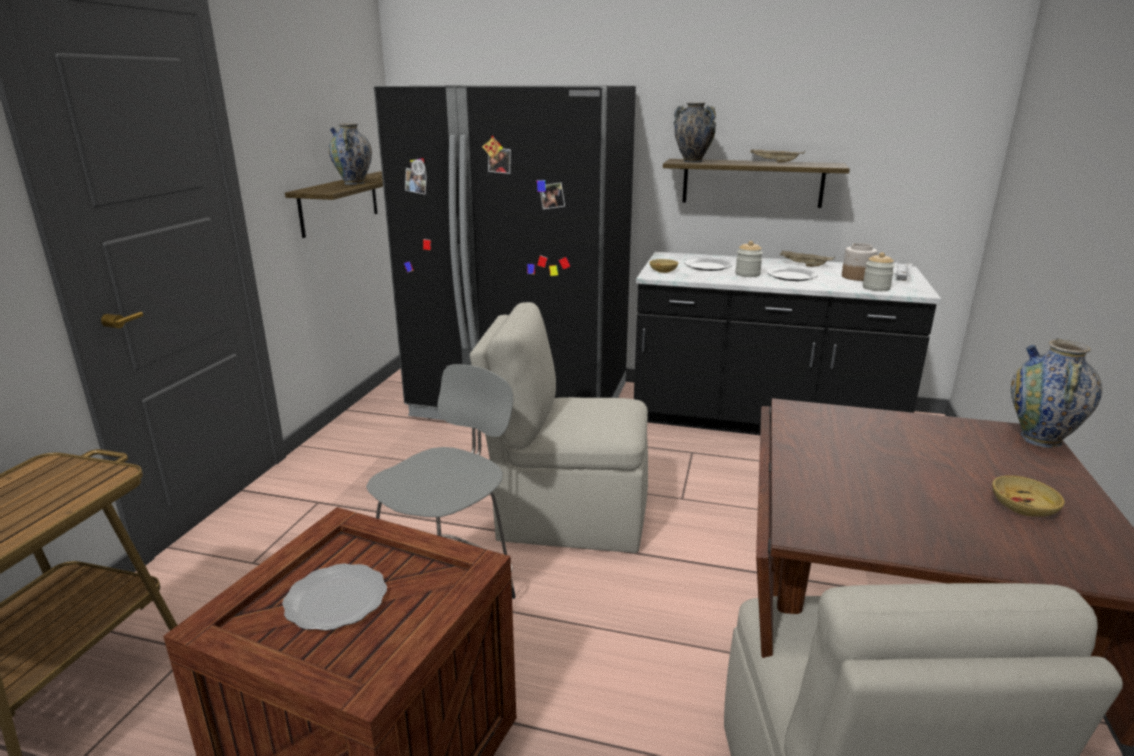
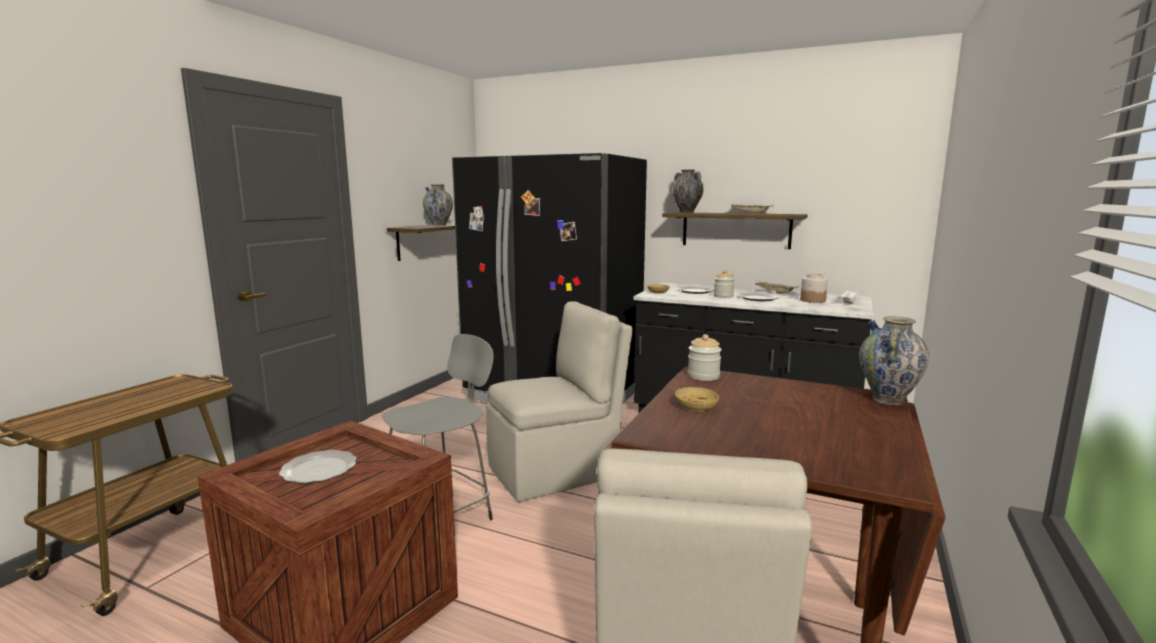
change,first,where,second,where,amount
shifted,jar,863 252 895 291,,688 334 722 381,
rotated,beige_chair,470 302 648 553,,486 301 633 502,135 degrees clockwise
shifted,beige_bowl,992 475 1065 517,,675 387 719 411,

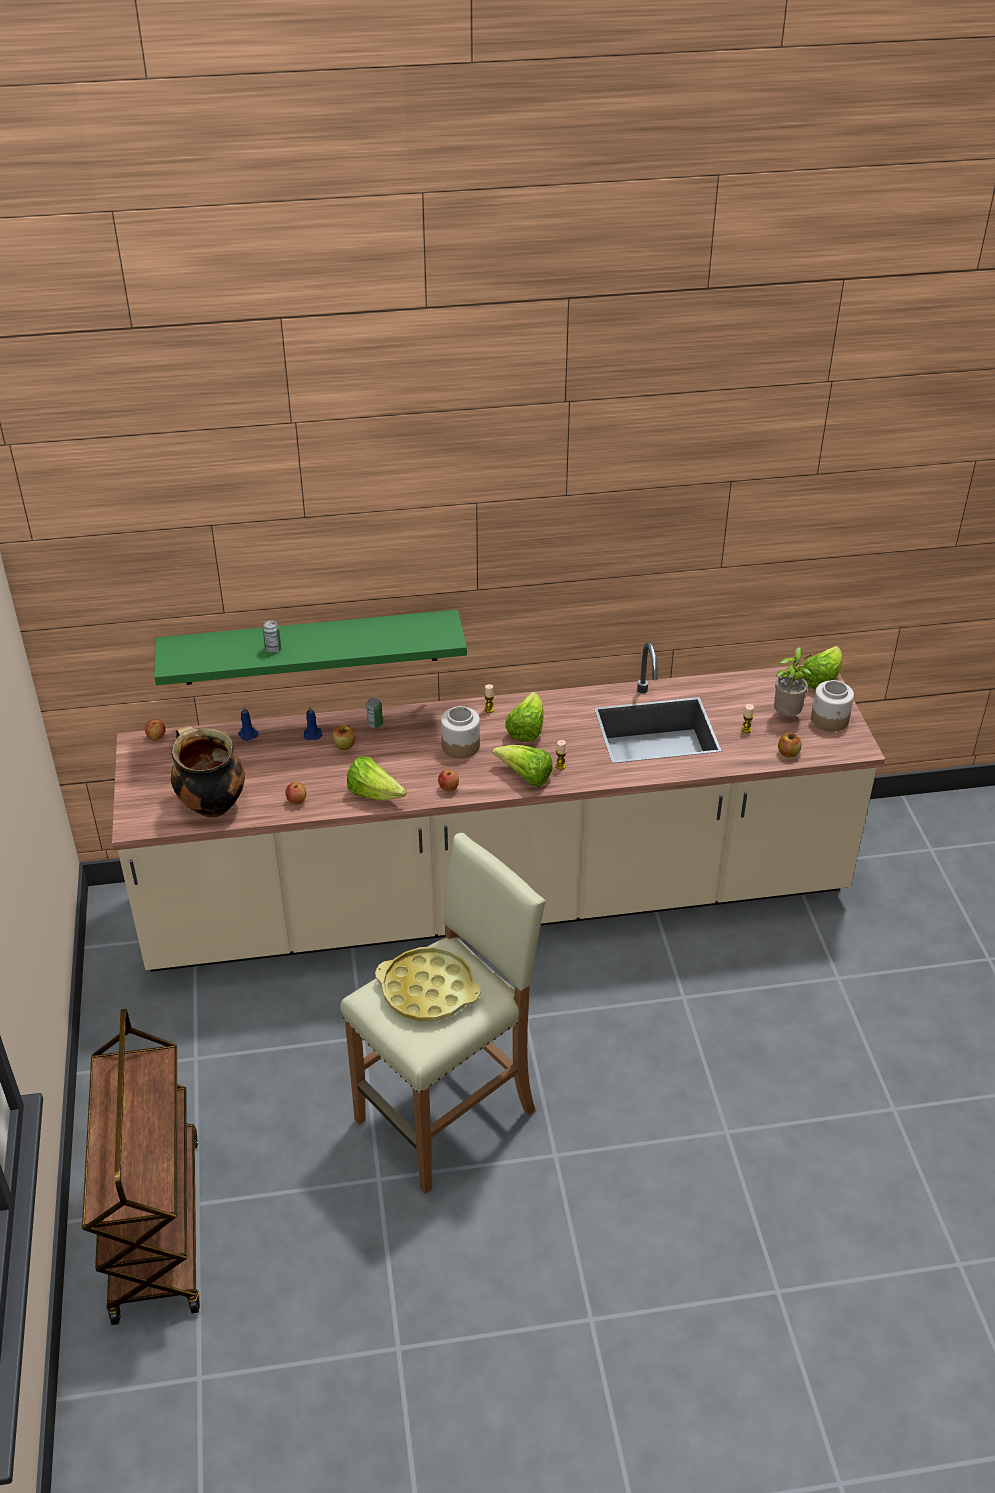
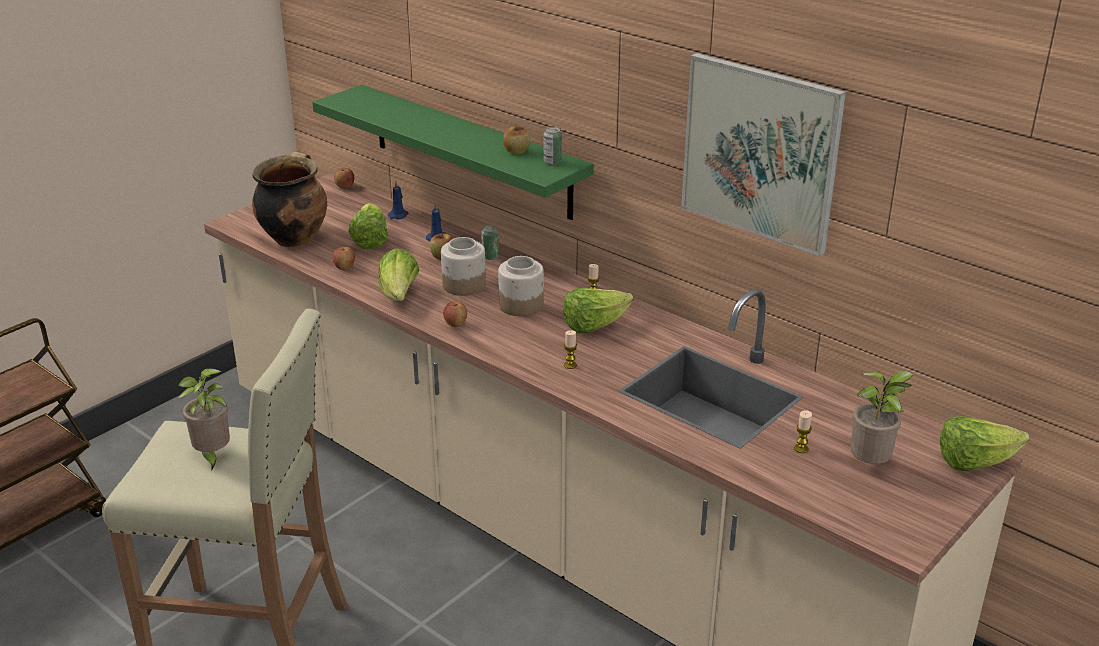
change,first,where,second,where,amount
shifted,can,262 620 281 653,,543 127 562 165,
shifted,jar,811 680 854 732,,441 237 486 296,
shifted,apple,778 733 802 758,,503 124 530 154,
shifted,lettuce,493 745 553 787,,349 203 388 249,
swapped,yellow_tray,375 947 481 1021,potted_plant,177 368 230 469,
new,,,picture,681 53 846 256,

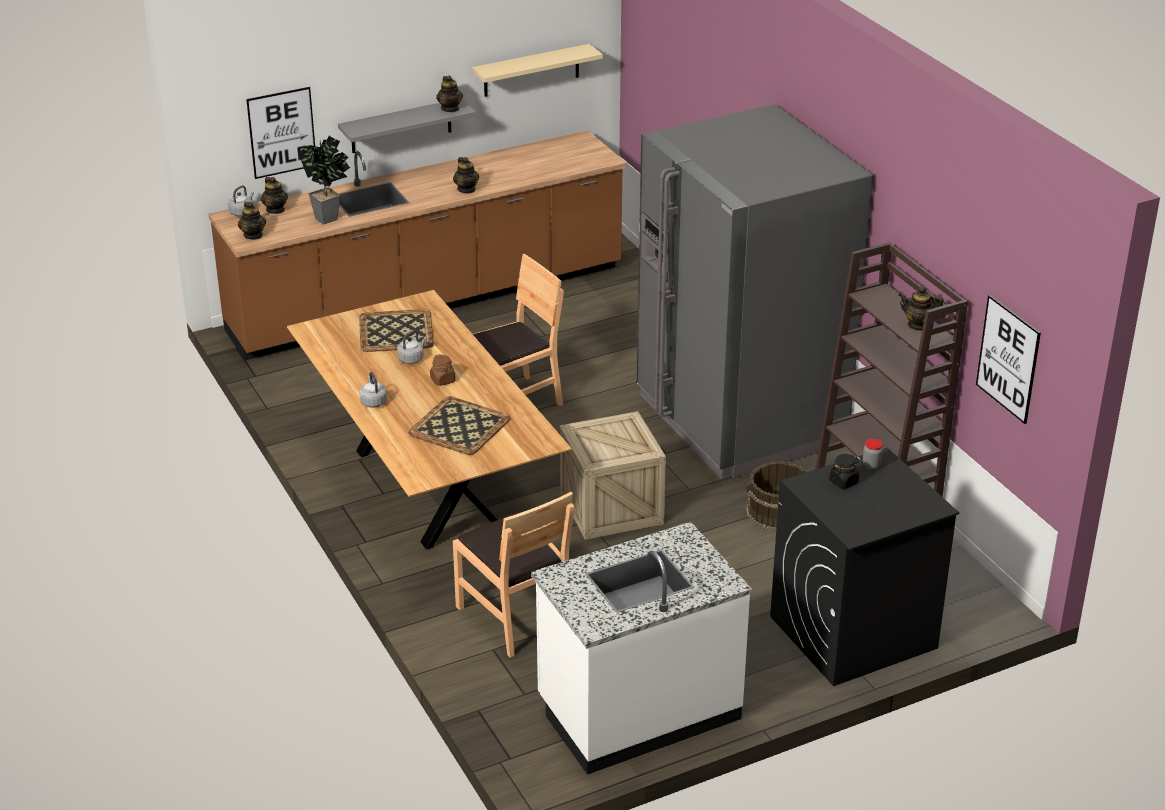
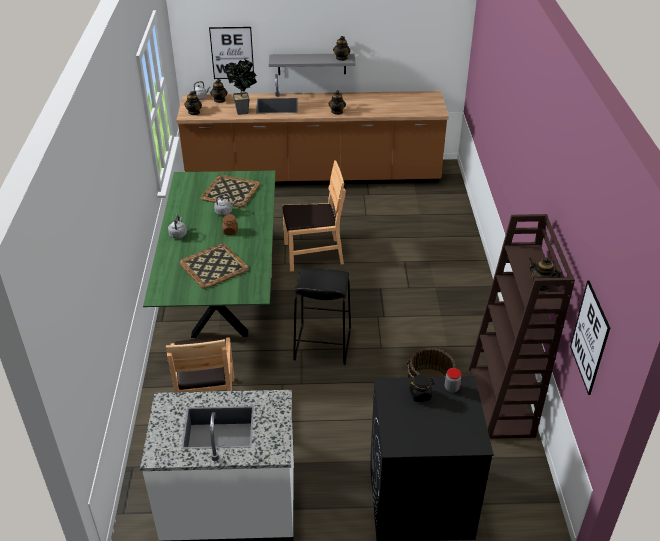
change,first,where,second,where,amount
gone,beige_shelf,472 44 603 97,,,
gone,grey_fridge,637 104 874 480,,,
repainted,brown_dining_table,287 290 572 550,green_dining_table,143 170 276 338,
swapped,crate,560 411 666 539,black_stool,293 268 351 365,

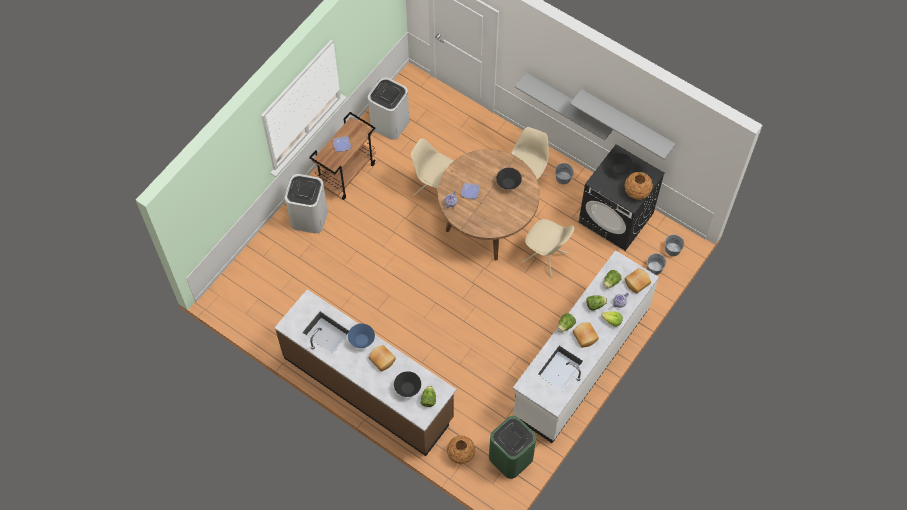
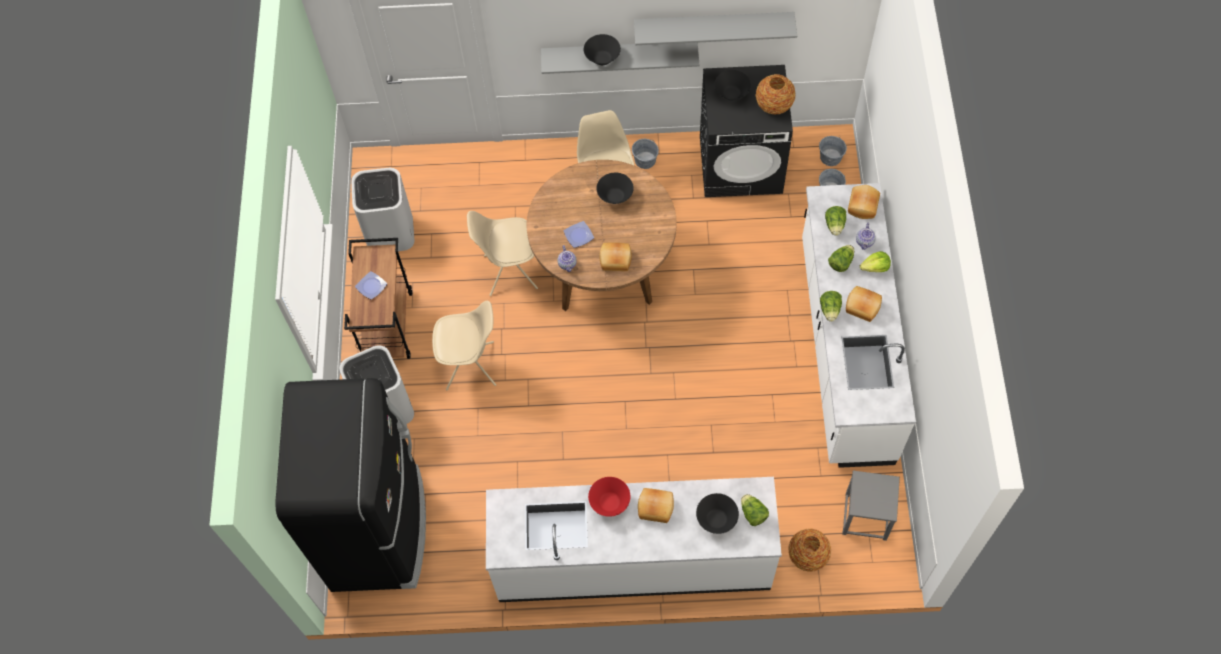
change,first,where,second,where,amount
shifted,beige_chair,523 219 574 278,,432 301 496 391,
repainted,brown_counter,275 289 456 456,white_counter,486 477 782 602,
repainted,blue_bowl,348 324 375 348,red_bowl,588 477 630 517,
swapped,green_trash_can,489 416 536 479,grey_stool,842 470 900 541,
new,,,black_bowl,584 34 621 65,
new,,,bread,599 242 632 271,
new,,,black_fridge,275 378 426 592,

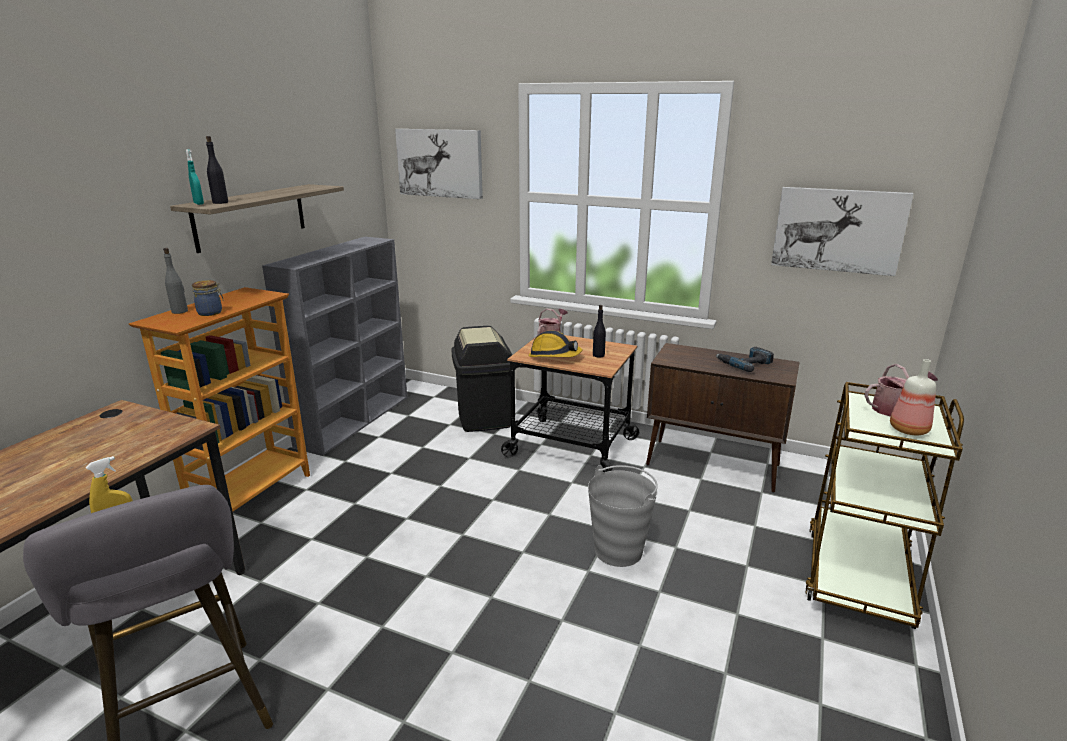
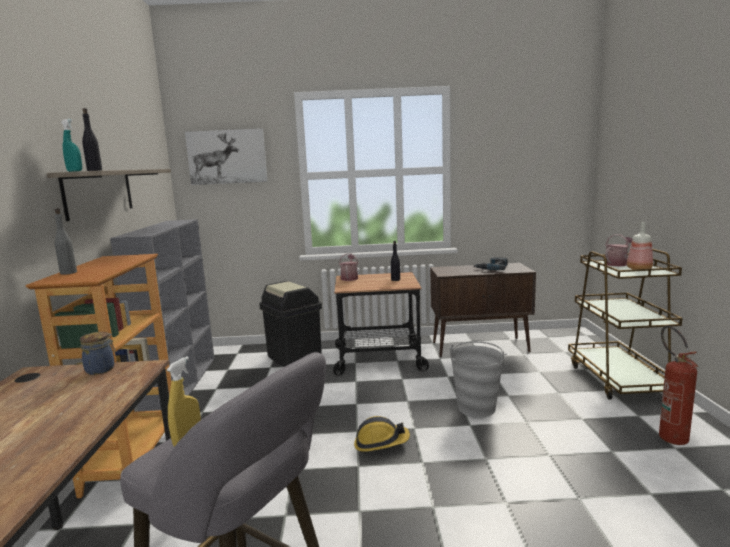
change,first,where,second,where,amount
gone,picture,771 187 914 276,,,
shifted,jar,192 280 223 316,,80 332 116 375,
shifted,hard_hat,528 330 583 357,,354 416 410 452,
new,,,fire_extinguisher,659 326 698 445,

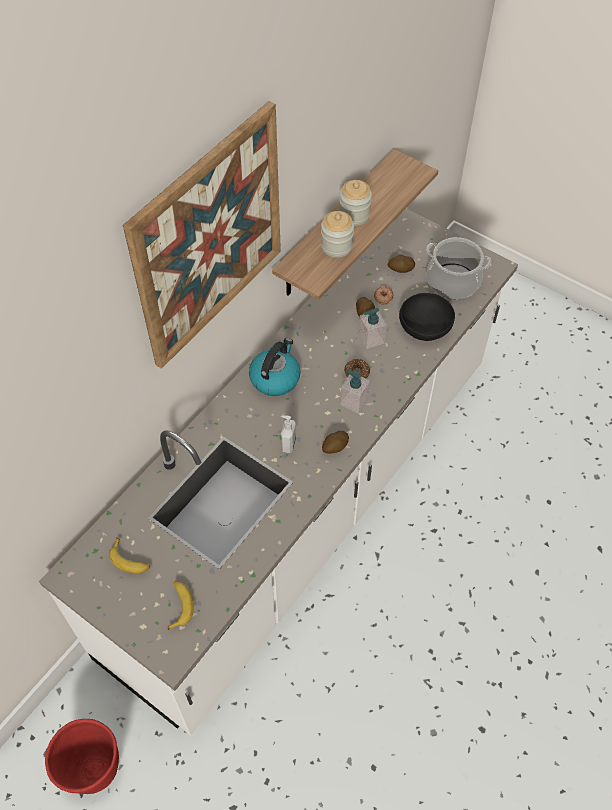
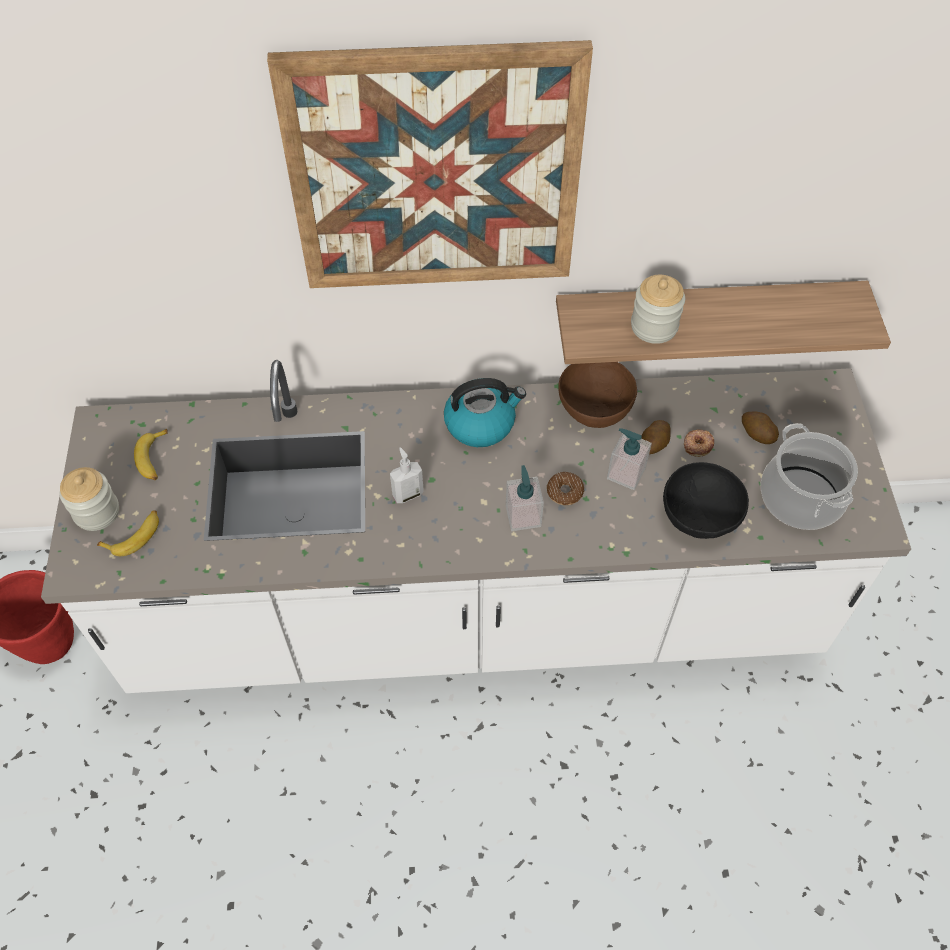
change,first,where,second,where,amount
shifted,jar,339 180 372 226,,60 467 119 531,
gone,potato,322 431 349 454,,,
new,,,brown_bowl,558 362 637 428,

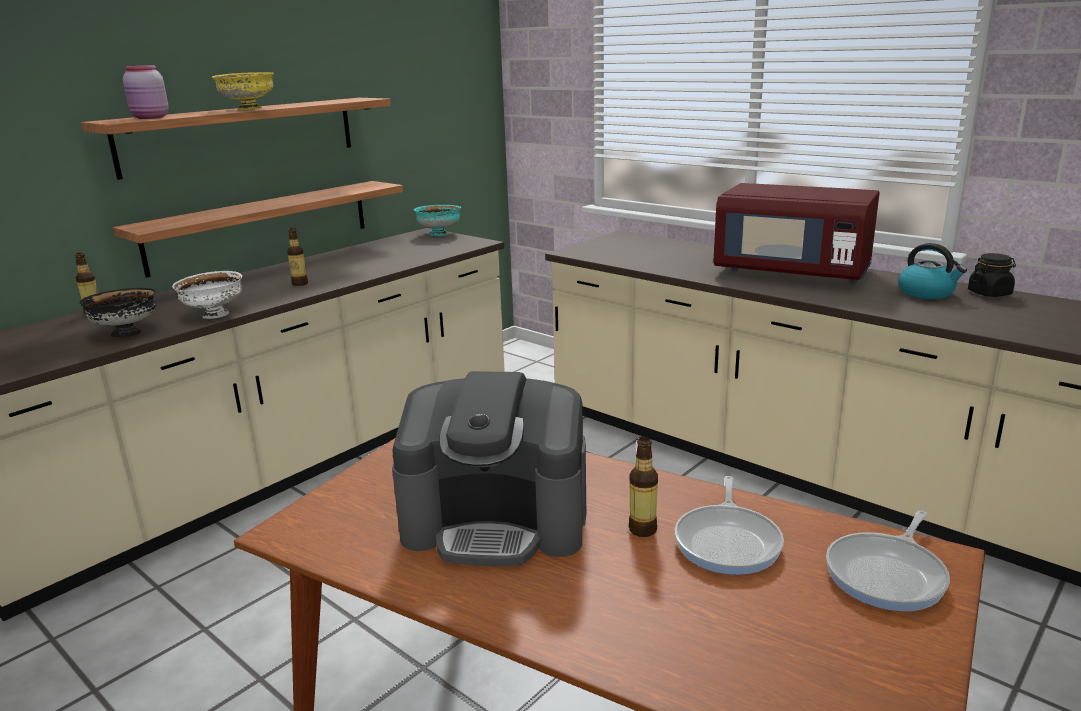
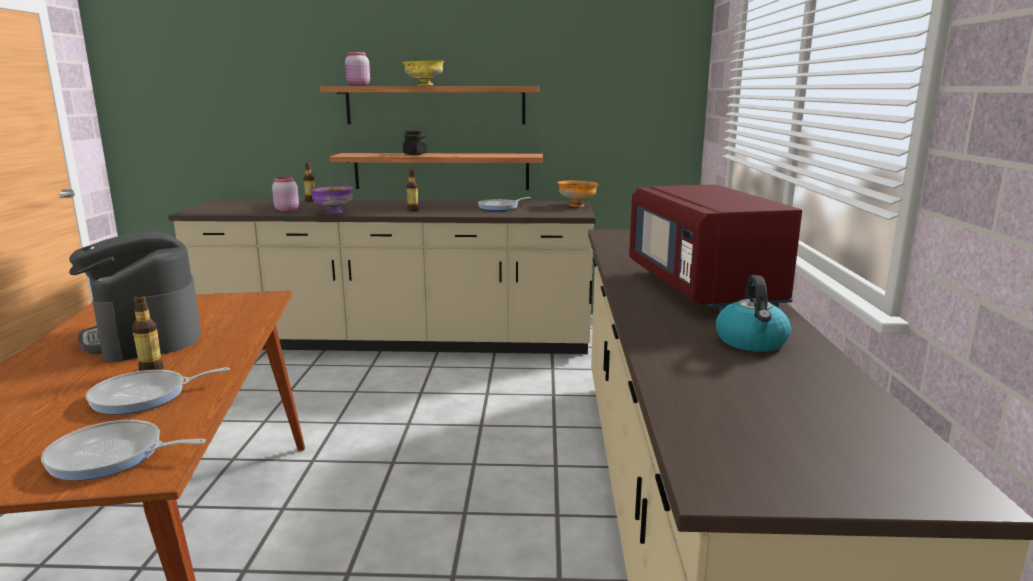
change,first,where,second,where,amount
repainted,turquoise_bowl,414 205 461 236,orange_bowl,557 181 598 207,
shifted,black_jar,968 253 1016 297,,403 130 427 155,
repainted,white_bowl,172 271 242 319,purple_bowl,310 186 353 214,
swapped,black_bowl,80 288 156 338,pink_jar,272 177 299 212,
new,,,frying_pan,478 197 531 211,

